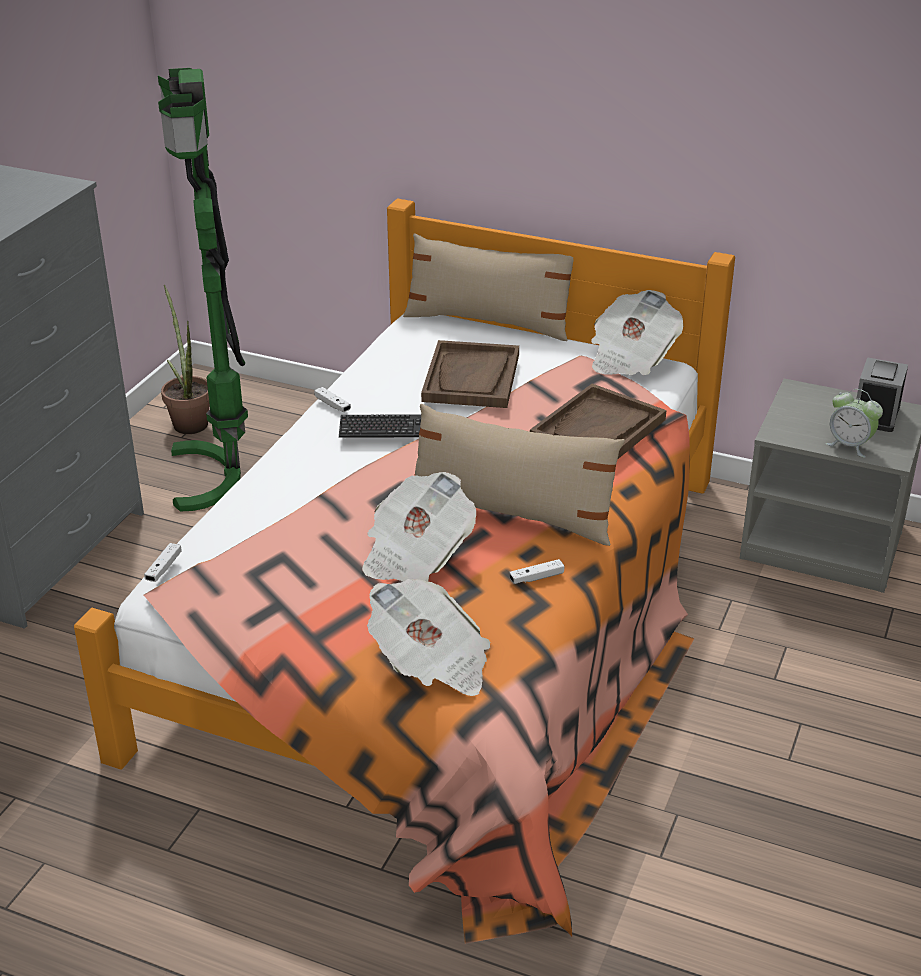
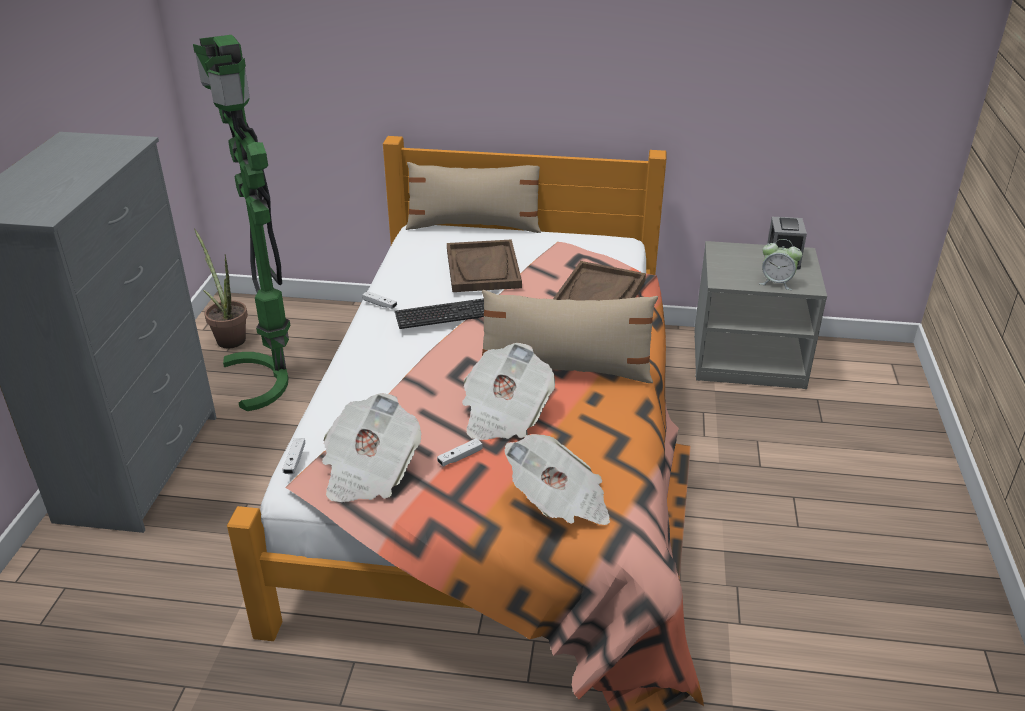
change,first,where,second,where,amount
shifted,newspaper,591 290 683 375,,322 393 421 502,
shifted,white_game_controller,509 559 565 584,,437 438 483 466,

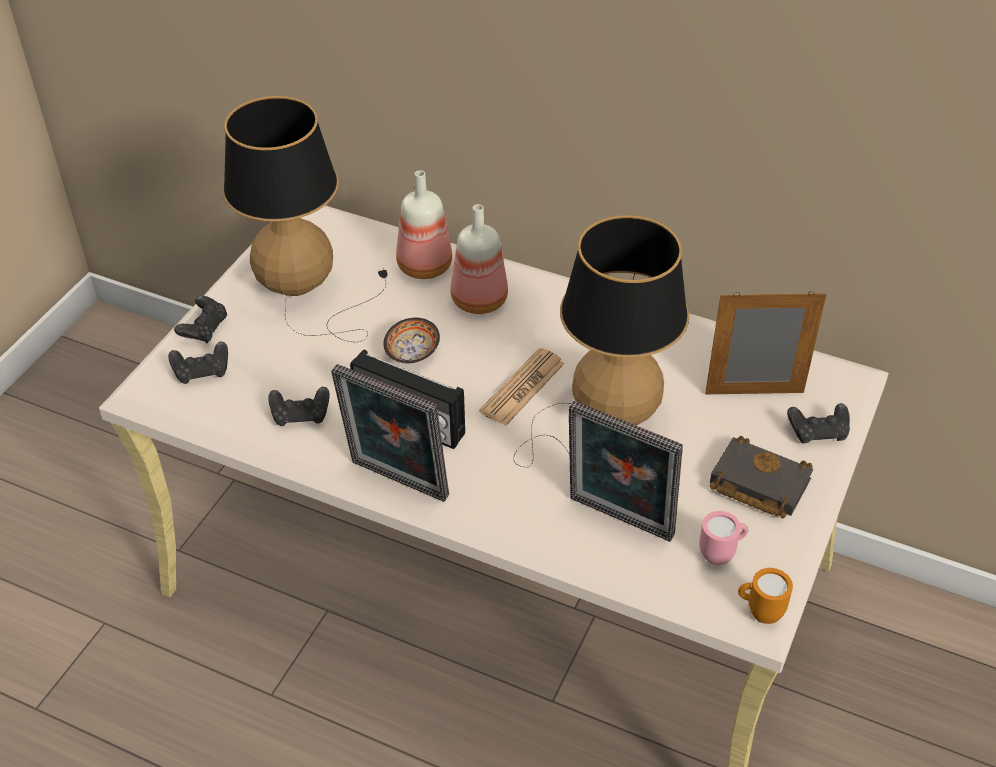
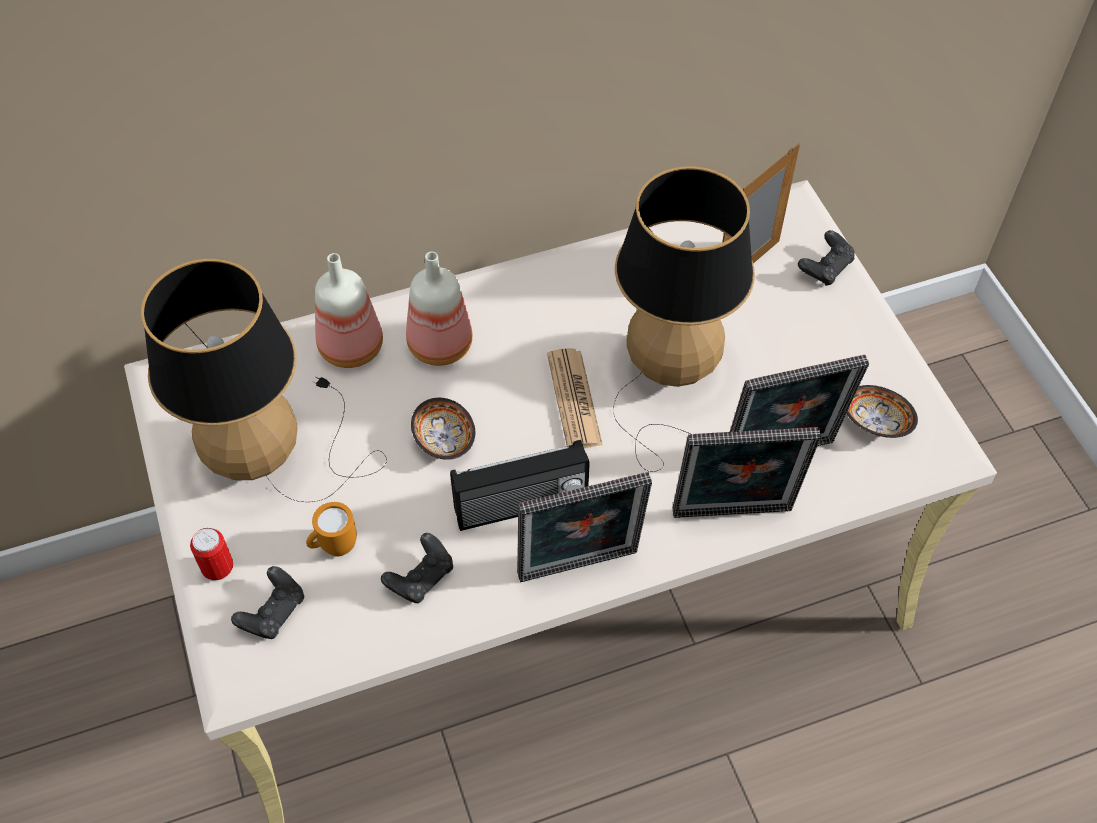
change,first,where,second,where,amount
swapped,black_game_controller,174 295 227 343,can,190 528 233 580,
gone,black_book,710 436 813 518,,,
swapped,pink_mug,699 511 749 565,bowl,847 385 918 438,
shifted,orange_mug,738 568 793 624,,306 502 357 556,
new,,,picture_frame,673 427 821 518,

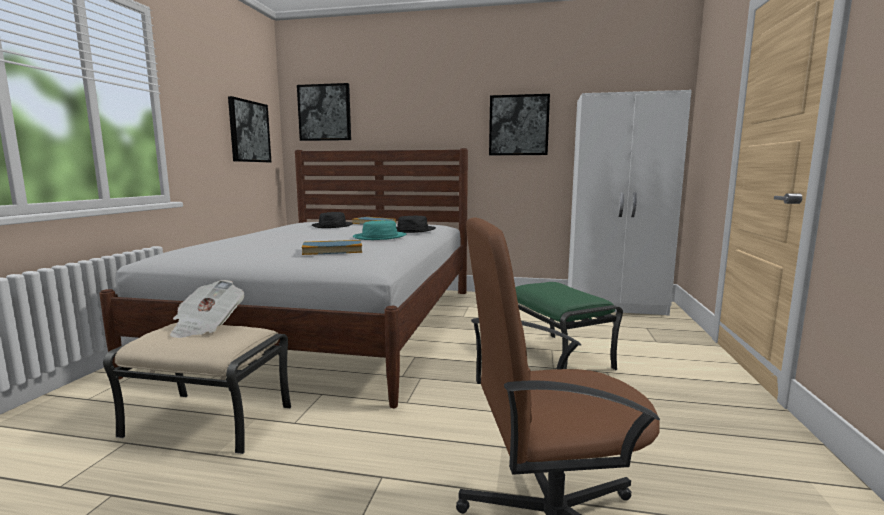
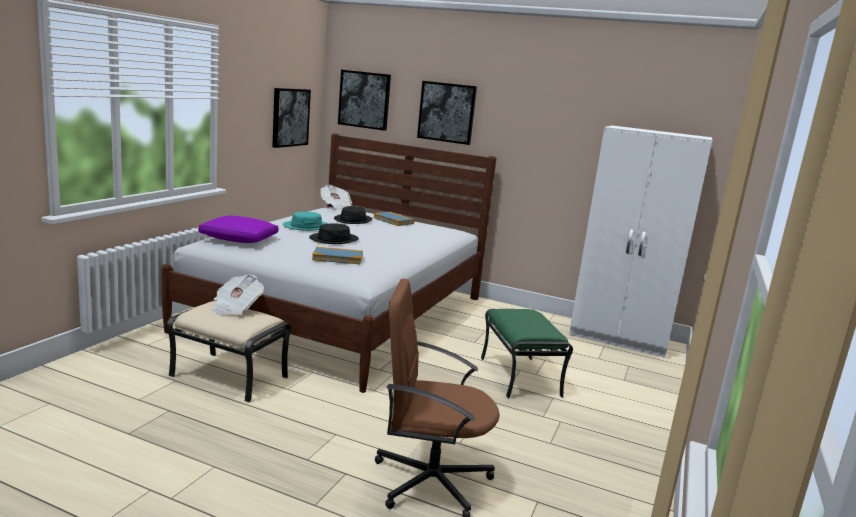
change,first,where,second,where,amount
shifted,picture,489 94 550 155,,417 81 477 145,
shifted,black_hat,396 216 436 233,,309 224 359 244,
shifted,turquoise_hat,353 220 406 240,,283 212 328 231,
new,,,newspaper,320 185 352 211,
new,,,purple_pillow,198 216 279 243,

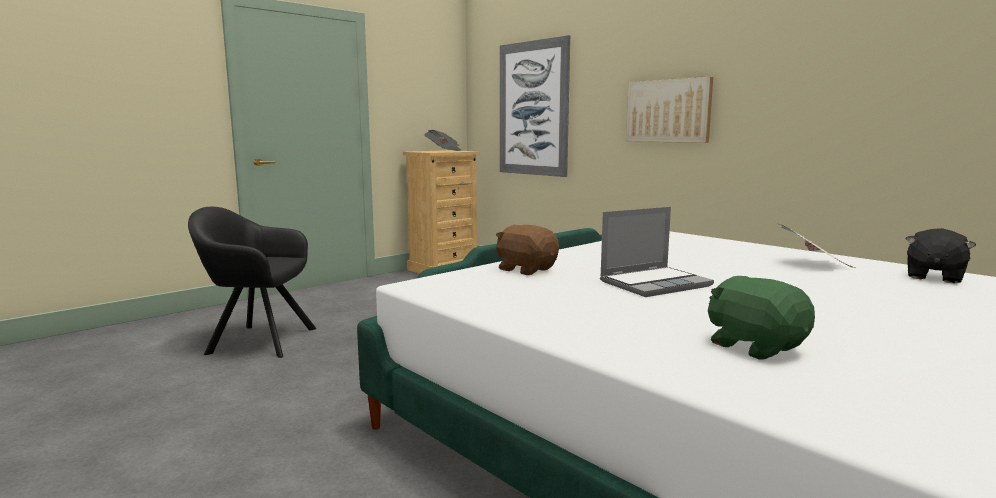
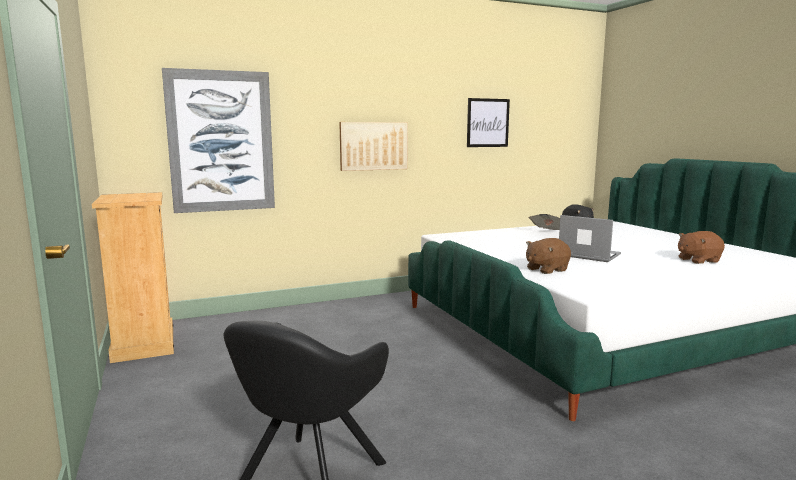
change,first,where,second,where,amount
gone,newspaper,424 130 461 151,,,
rotated,laptop,600 207 714 297,,559 215 621 262,45 degrees counterclockwise
repainted,green_plush_toy,708 276 815 360,brown_plush_toy,678 231 725 264,
new,,,picture,467 98 510 147,

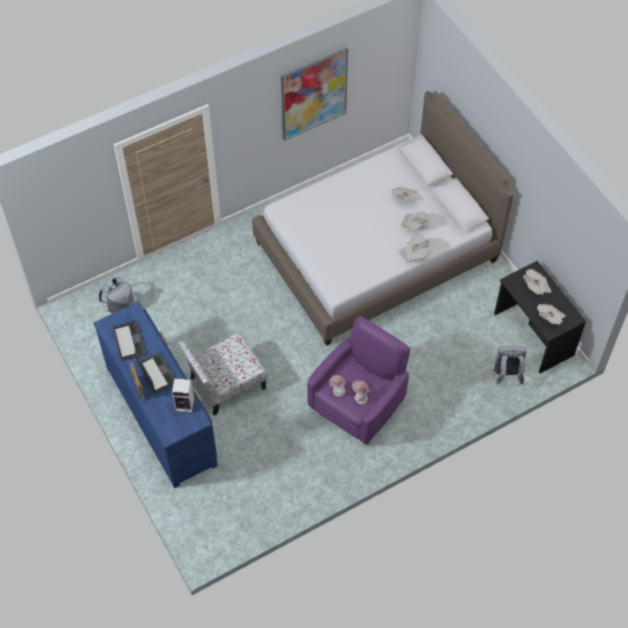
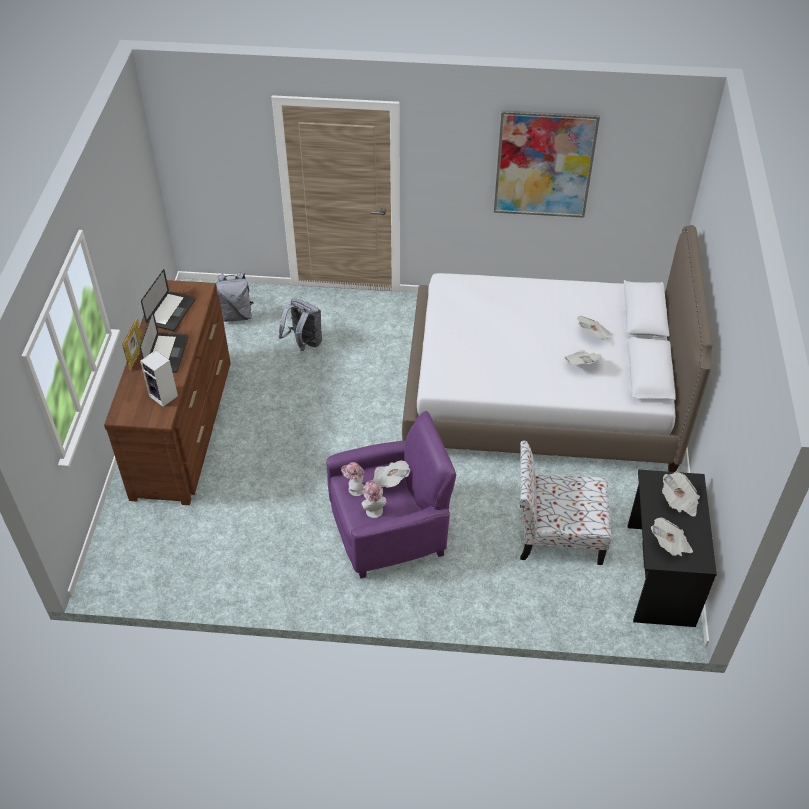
change,first,where,second,where,amount
shifted,newspaper,399 236 430 263,,373 460 410 488,
repainted,blue_dresser,94 302 218 488,brown_dresser,104 280 231 505,
shifted,chair,178 333 267 415,,520 441 612 565,
shifted,grey_backpack,493 346 526 384,,279 299 322 351,

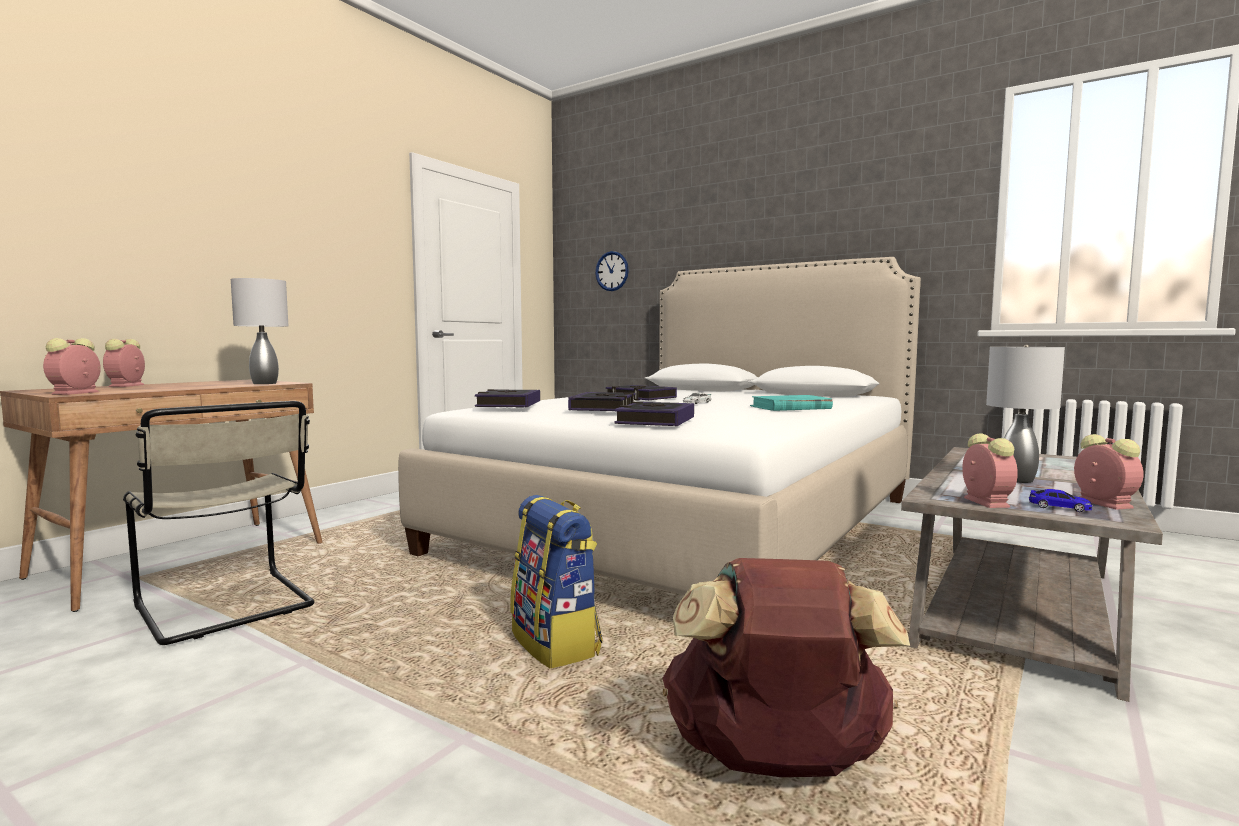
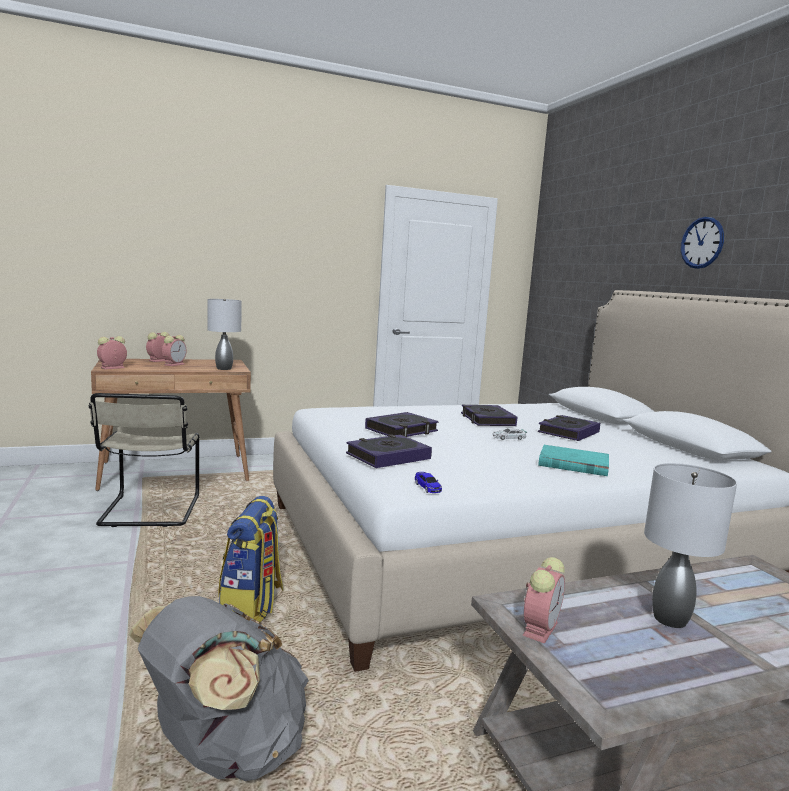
change,first,where,second,where,amount
shifted,wall_clock,595 251 629 291,,681 217 724 269,
shifted,book,475 389 540 407,,538 415 600 441,
shifted,alarm_clock,1074 434 1143 510,,162 335 186 366,
shifted,toy_car,1029 489 1093 512,,415 472 442 493,
repainted,brown_backpack,663 558 910 777,grey_backpack,128 596 309 781,

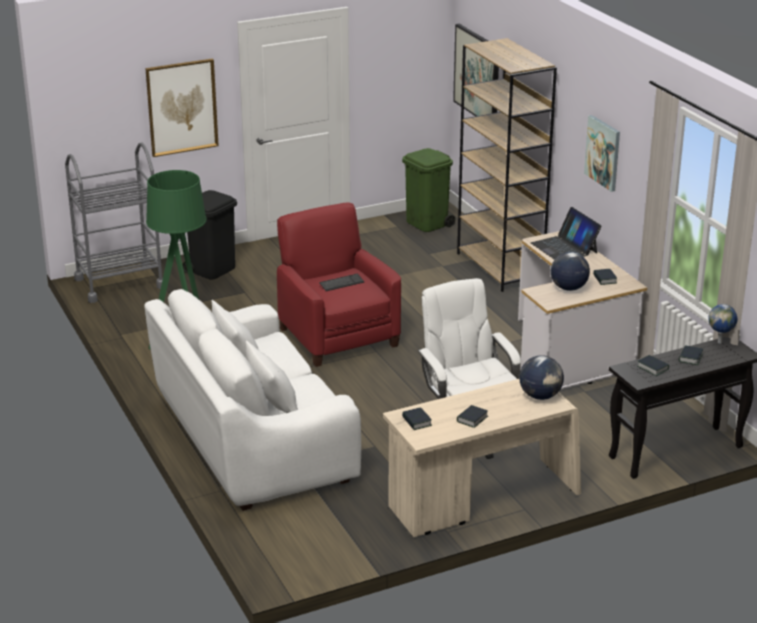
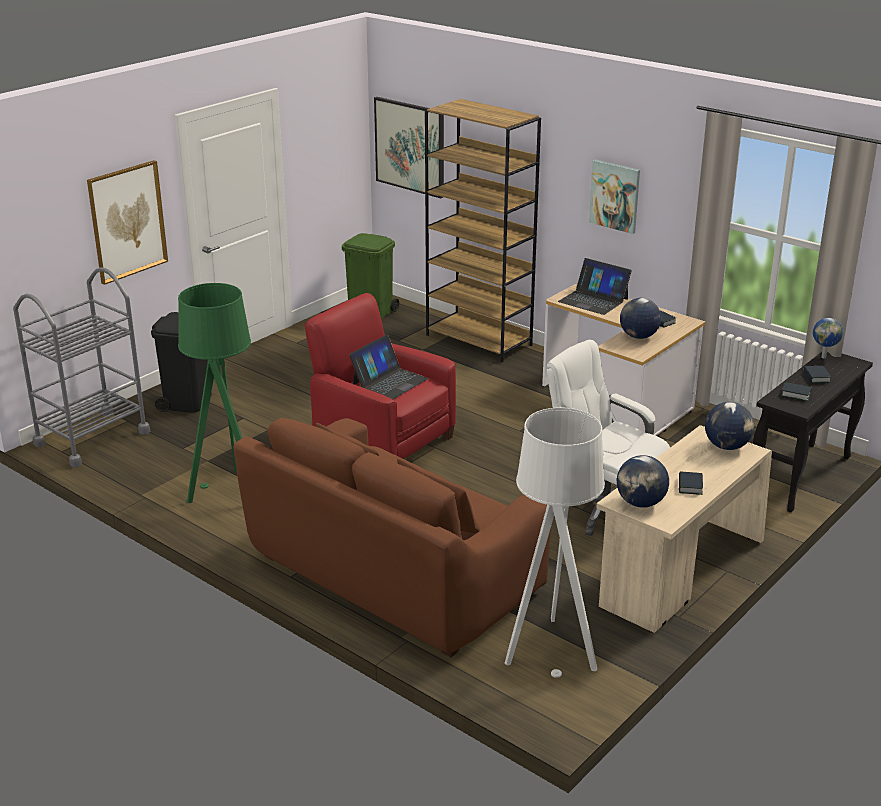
change,first,where,second,where,amount
swapped,keyboard,319 274 364 291,laptop,349 335 428 399,
repainted,white_sofa,144 289 361 511,brown_sofa,233 417 551 657,
swapped,book,402 407 432 430,globe,617 455 669 508,
new,,,white_floor_lamp,505 407 605 678,

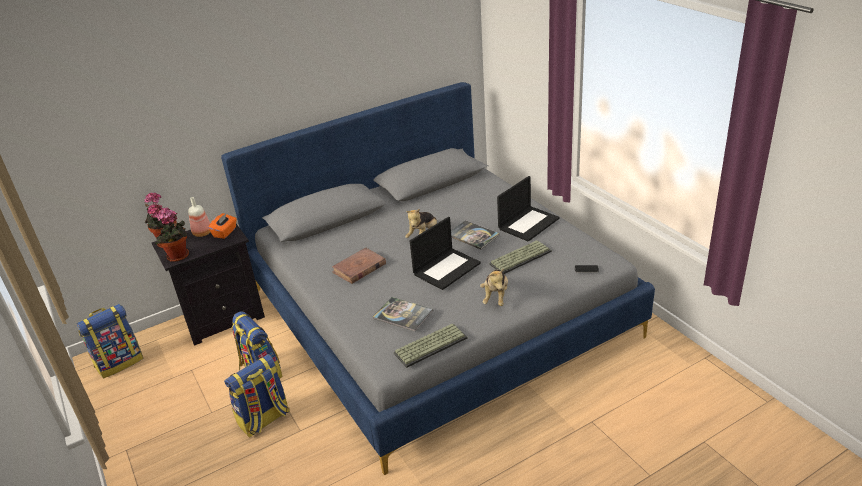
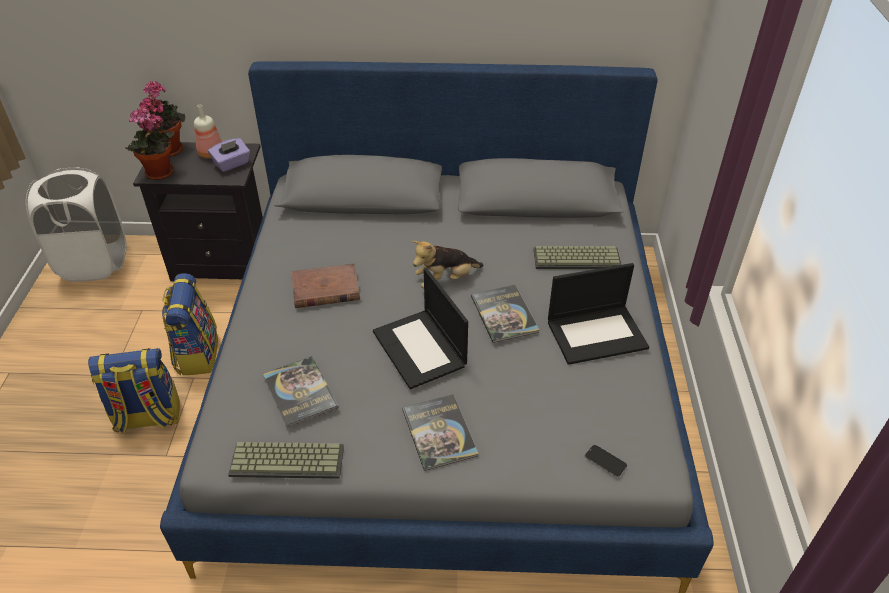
change,first,where,second,where,amount
repainted,orange_tissue_box,208 213 237 239,purple_tissue_box,208 138 250 172,
rotated,laptop,410 217 481 290,,373 268 468 389,75 degrees clockwise
shifted,keyboard,489 240 552 274,,533 246 622 269,
swapped,plush_toy,480 268 508 306,book,402 394 479 471,
swapped,backpack,77 304 143 378,white_laundry_basket,26 167 127 282,

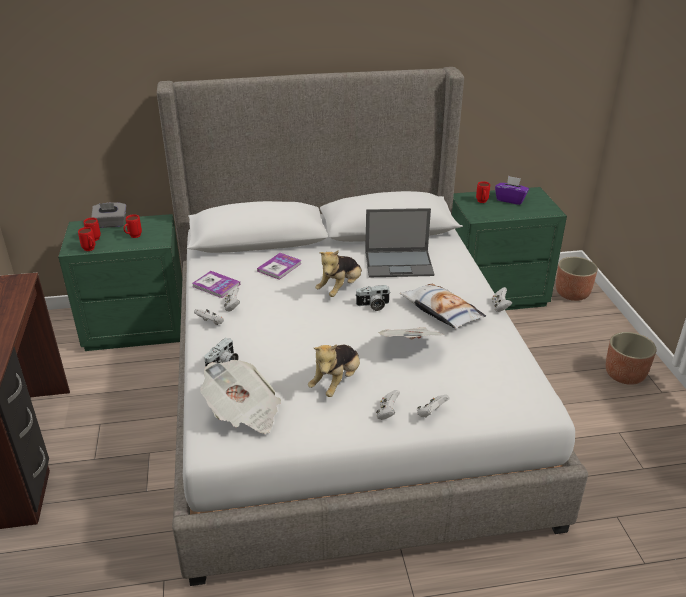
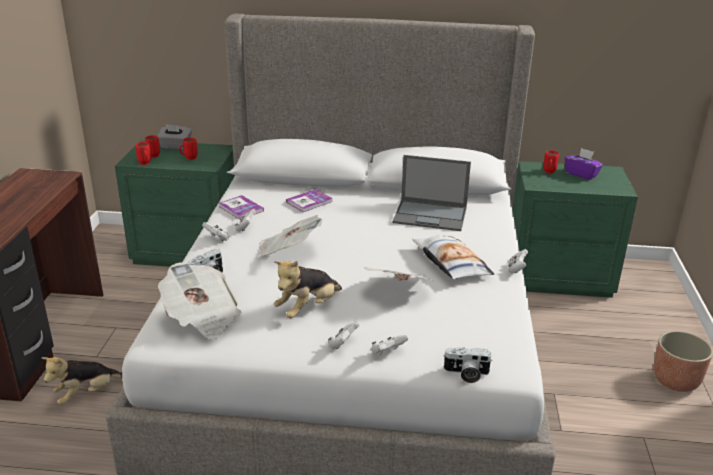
change,first,where,second,where,amount
shifted,plush_toy,315 250 362 297,,42 357 122 405,
gone,planter,556 257 598 301,,,
shifted,photo_camera,355 285 391 311,,443 347 493 383,
new,,,newspaper,258 215 322 258,

